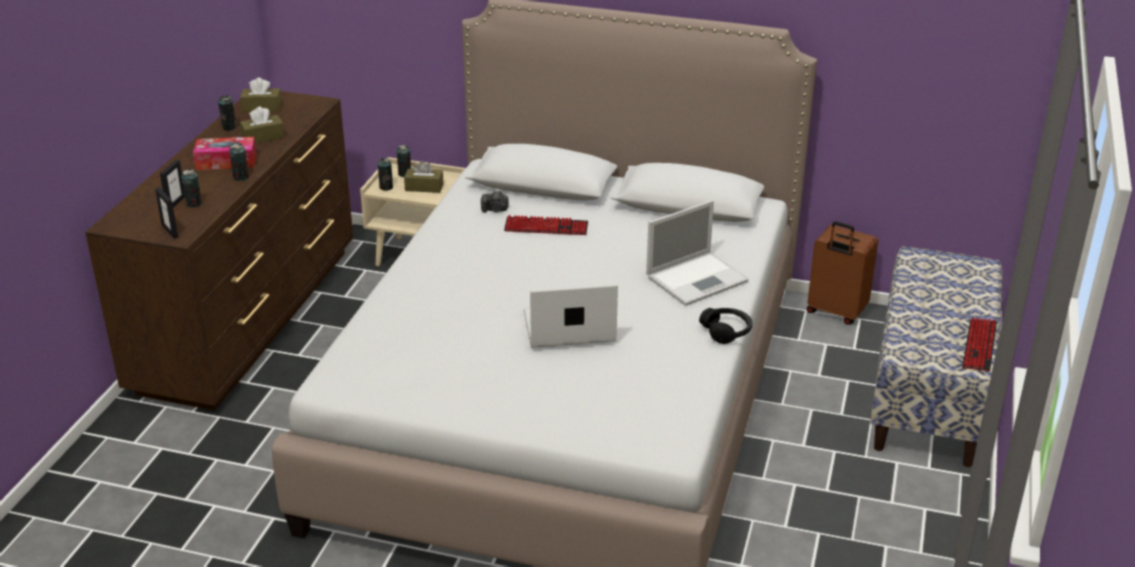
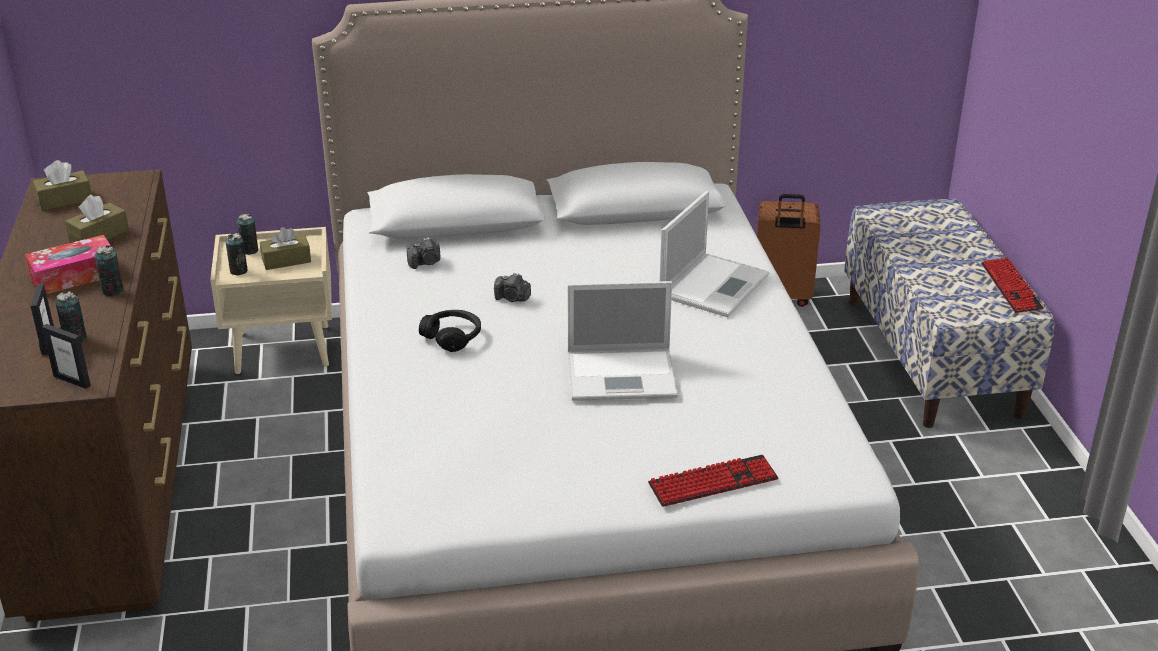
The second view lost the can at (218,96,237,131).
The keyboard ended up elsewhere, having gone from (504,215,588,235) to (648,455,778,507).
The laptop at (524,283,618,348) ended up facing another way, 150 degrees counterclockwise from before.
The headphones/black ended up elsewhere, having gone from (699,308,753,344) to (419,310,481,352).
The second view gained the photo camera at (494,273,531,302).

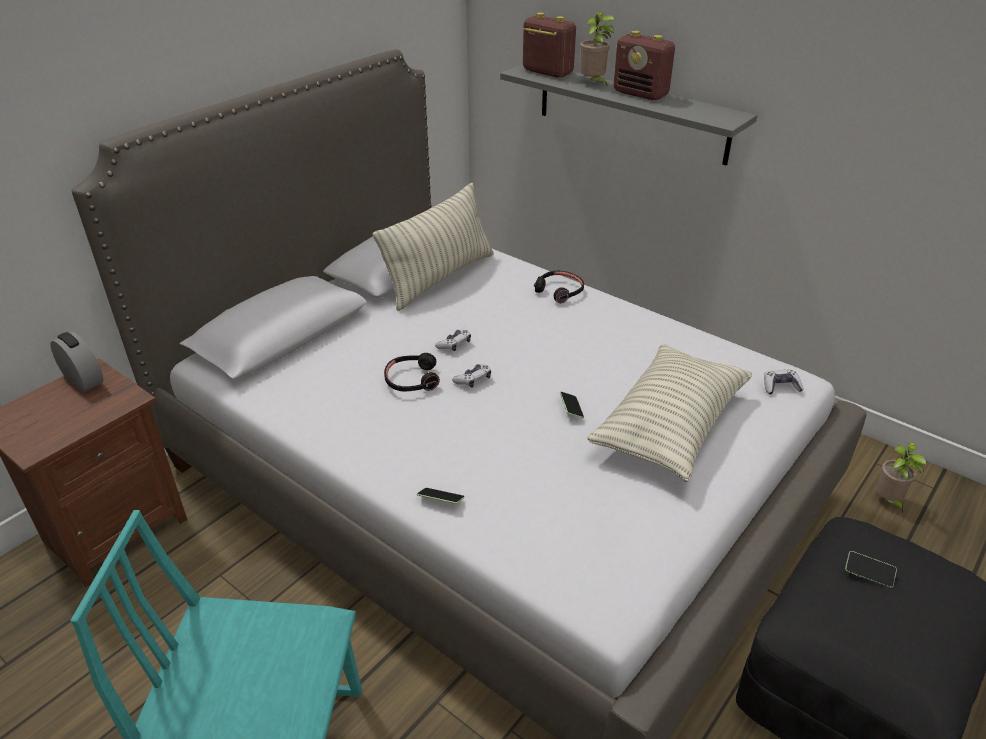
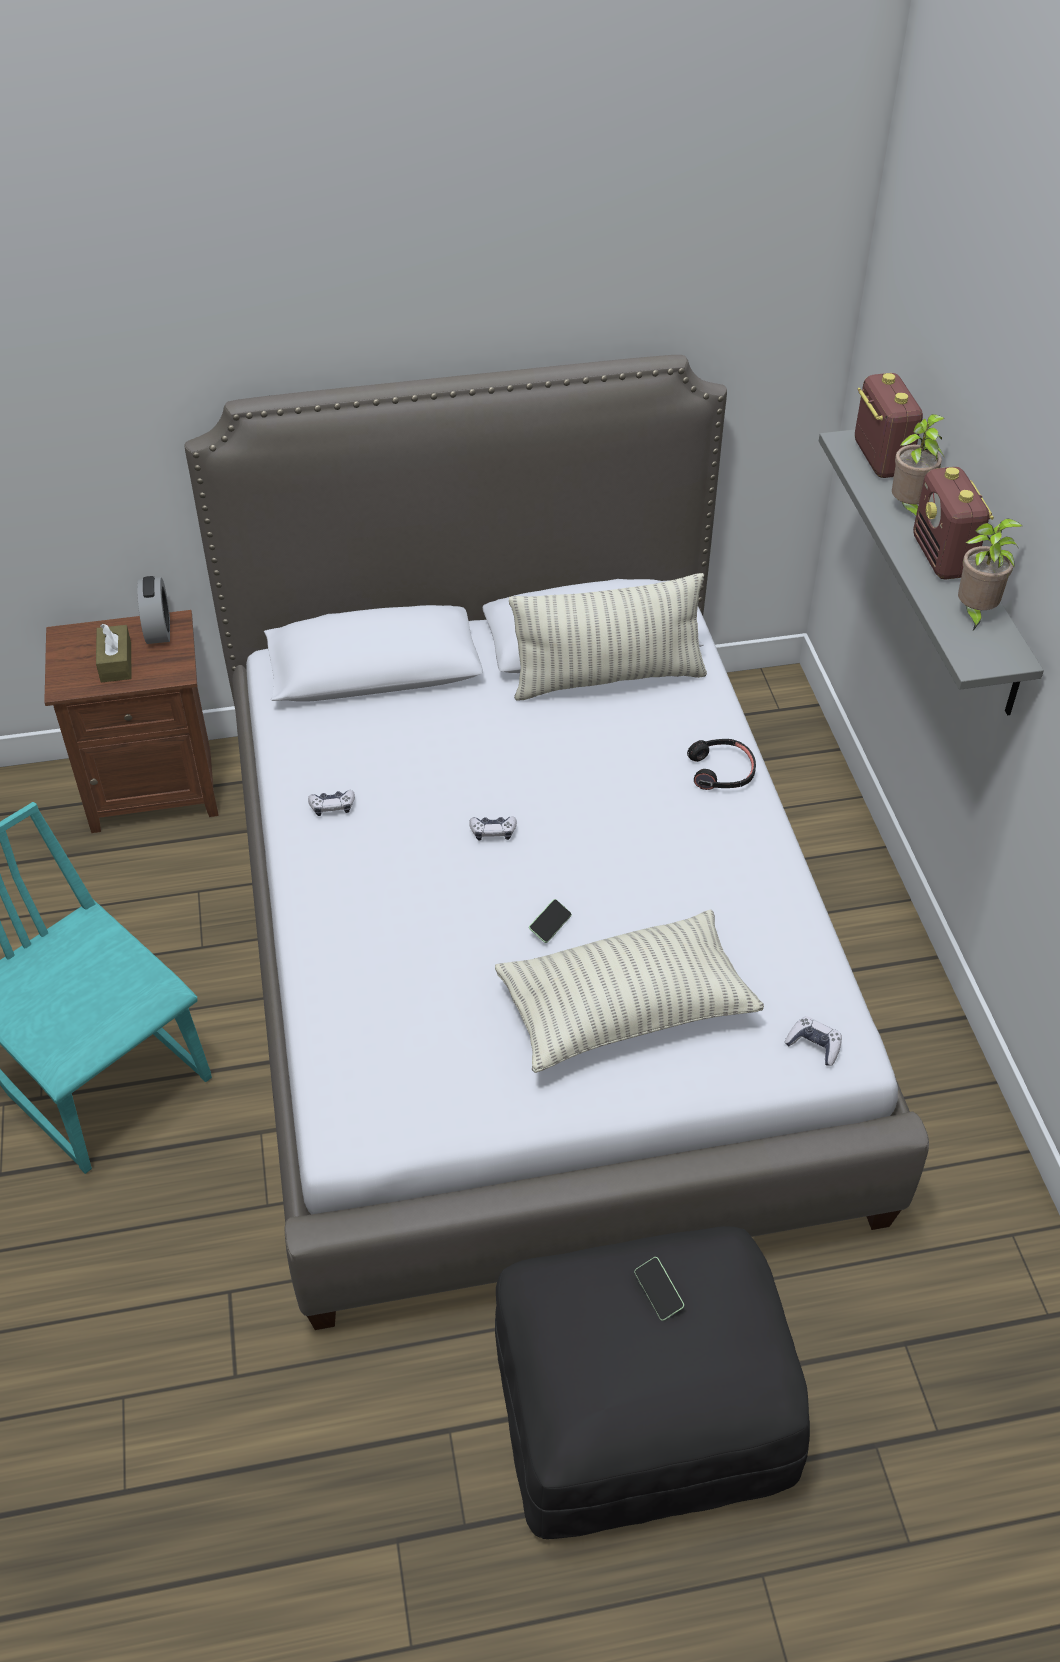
The game controller ended up elsewhere, having gone from (435,329,471,351) to (308,790,355,816).
The second view lost the headphones/black at (384,353,440,391).
The potted plant ended up elsewhere, having gone from (876,442,927,513) to (958,518,1022,630).
The second view lost the phone at (417,488,465,504).
The second view gained the tissue box/brown at (96,624,131,682).

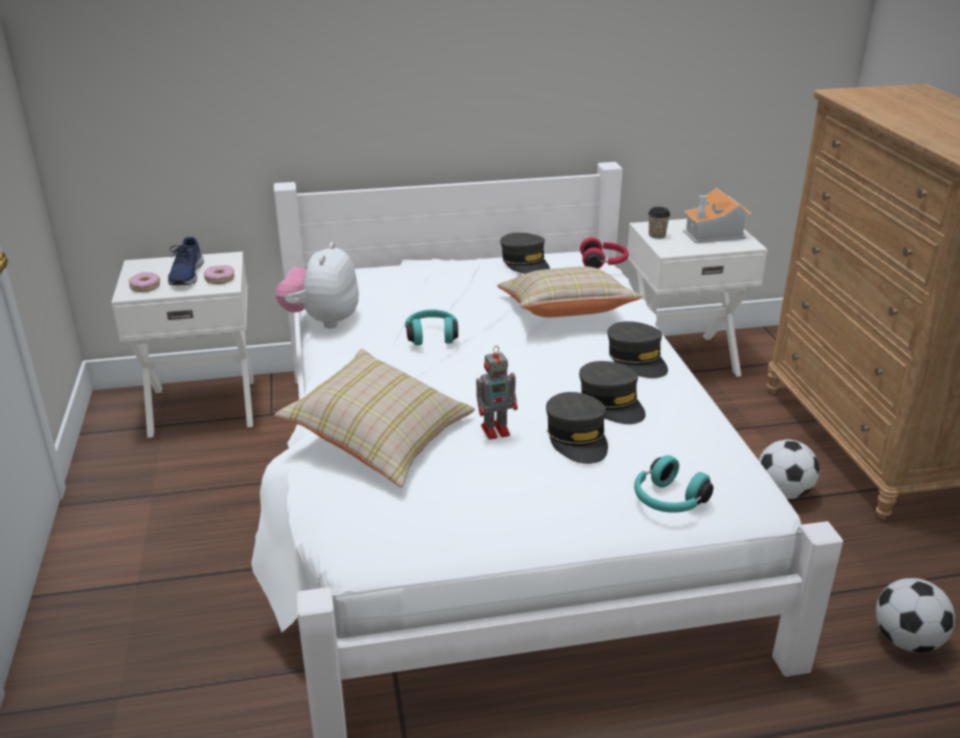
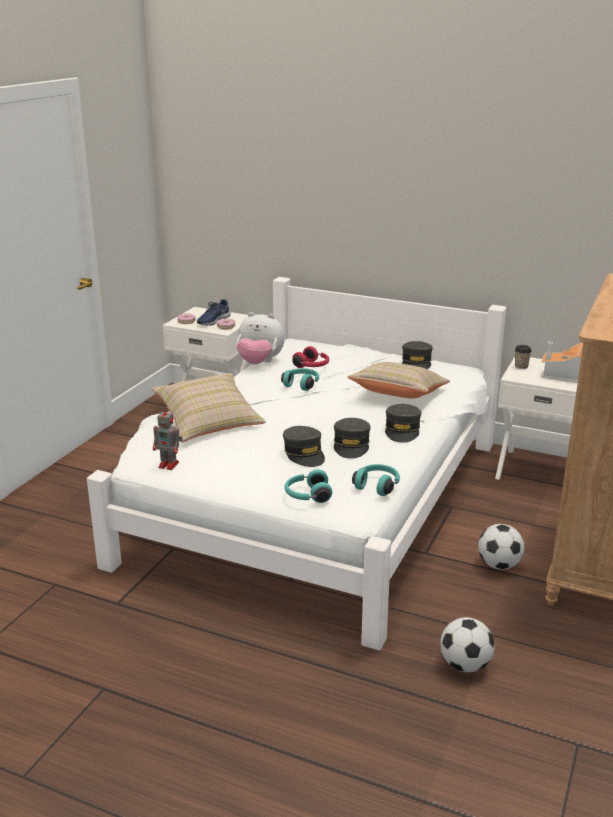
The headphones/red ended up elsewhere, having gone from (580,237,629,269) to (292,346,329,368).
The plush toy at (276,242,359,328) ended up facing another way, 120 degrees counterclockwise from before.
The toy robot ended up elsewhere, having gone from (476,346,518,440) to (153,407,183,470).
The cap/grey at (546,392,608,464) ended up facing another way, 45 degrees counterclockwise from before.
The second view gained the headphones/turquoise at (352,464,400,496).

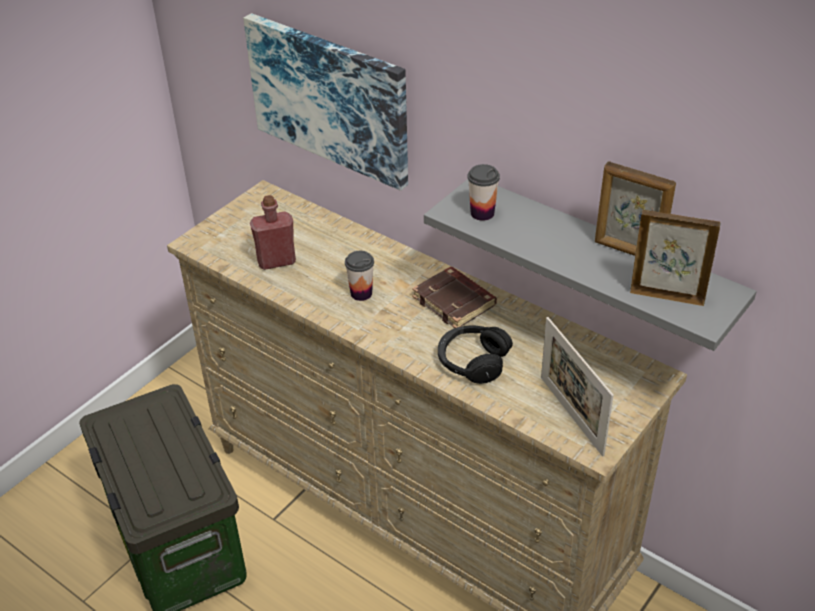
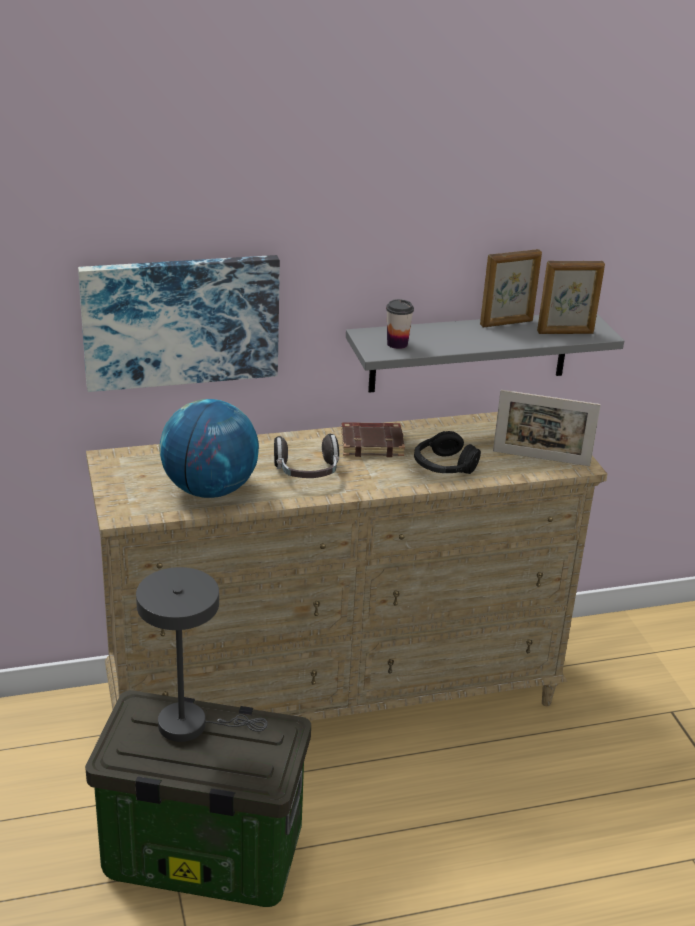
Where the bottle/red stood at (250,195,296,270), the globe came to stand at (159,399,259,498).
The picture frame at (630,210,721,306) ended up facing another way, 150 degrees counterclockwise from before.
Where the cup stood at (345,251,374,301), the headphones came to stand at (274,434,339,478).
The second view gained the table lamp/grey at (136,567,268,742).

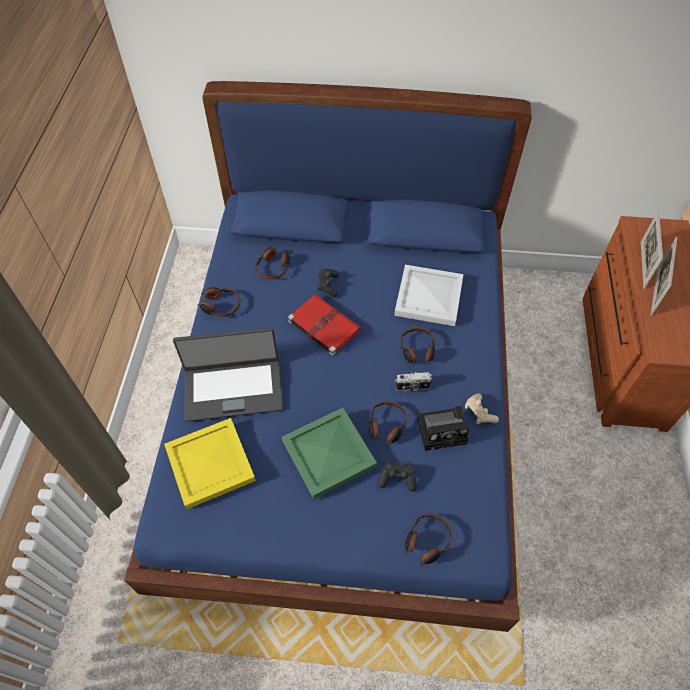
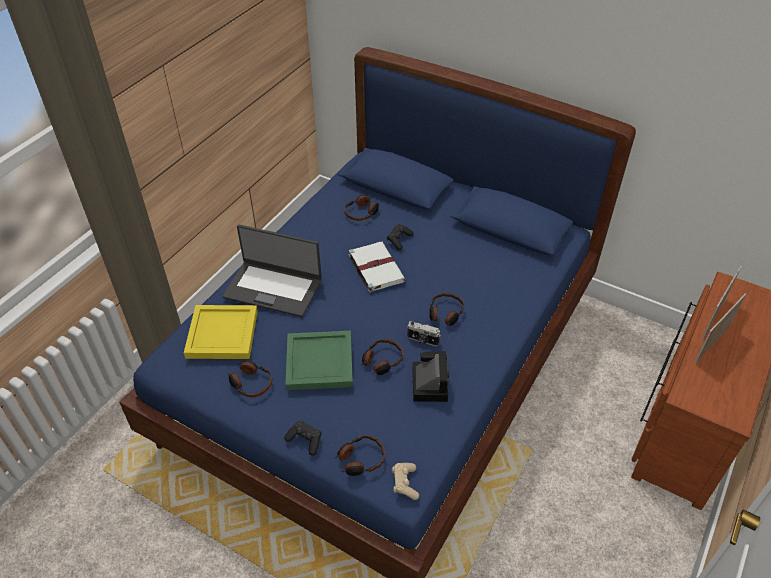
The second view lost the tray/white at (394,265,463,326).
The headphones ended up elsewhere, having gone from (197,287,240,317) to (228,361,272,397).
What was the book/red at (288,294,361,356) turned into the book/white at (348,242,406,293).
The game controller/beige ended up elsewhere, having gone from (465,393,499,424) to (392,463,419,500).
The photo camera at (417,406,469,451) ended up facing another way, 105 degrees counterclockwise from before.
The game controller/black ended up elsewhere, having gone from (378,463,417,492) to (284,421,321,456).

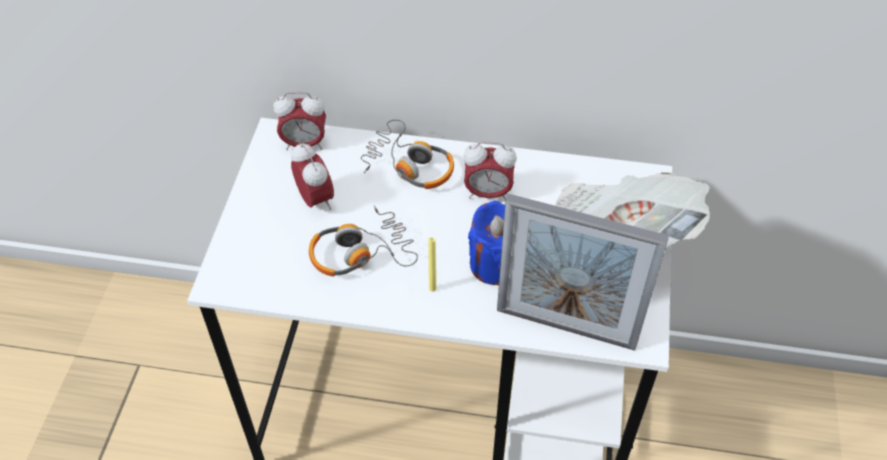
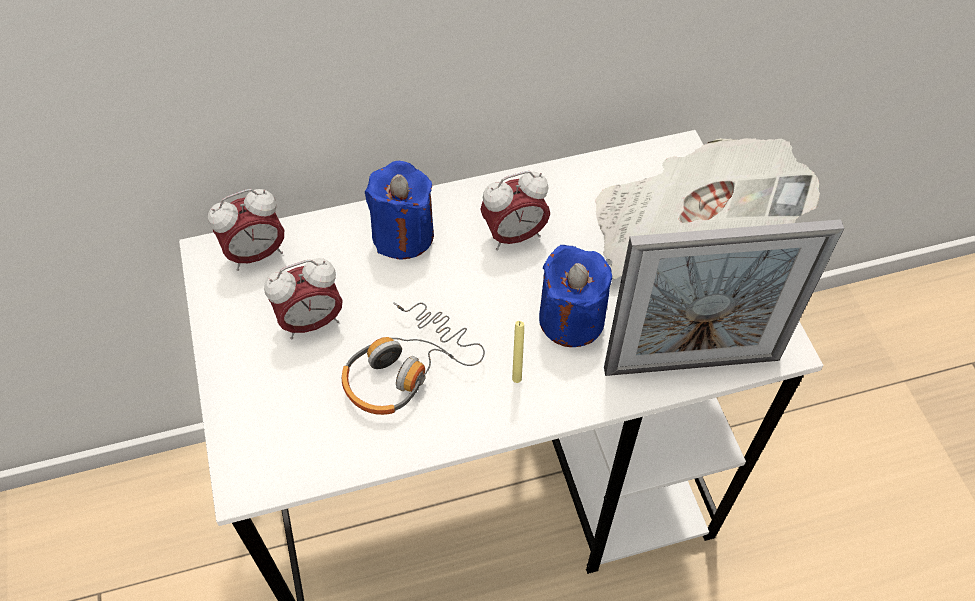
Where the headphones stood at (361,120,454,189), the candle/blue came to stand at (365,161,434,259).
The alarm clock at (291,142,334,210) ended up facing another way, 120 degrees clockwise from before.

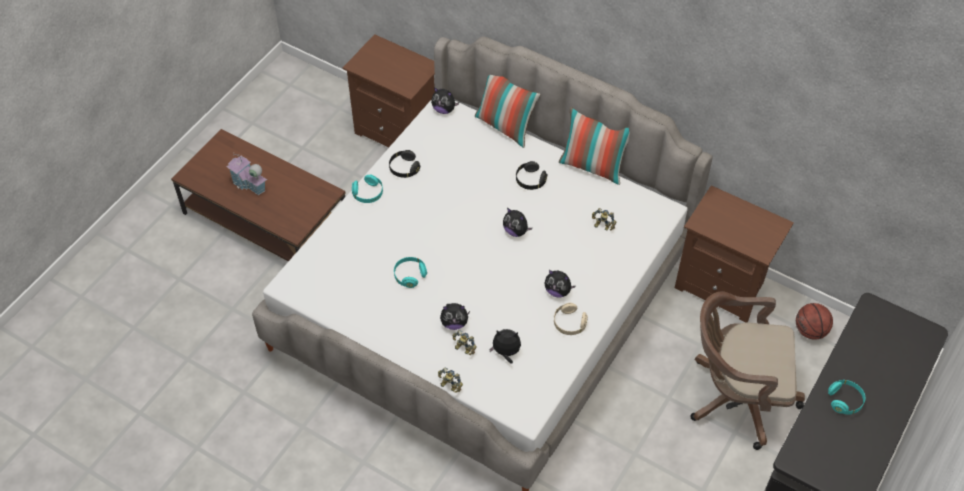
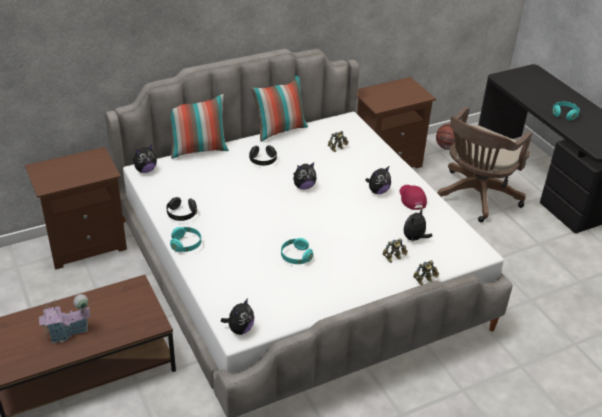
The plush toy ended up elsewhere, having gone from (440,303,470,330) to (221,298,254,335).
Where the headphones/beige stood at (554,303,588,335), the cap/red came to stand at (399,185,427,210).

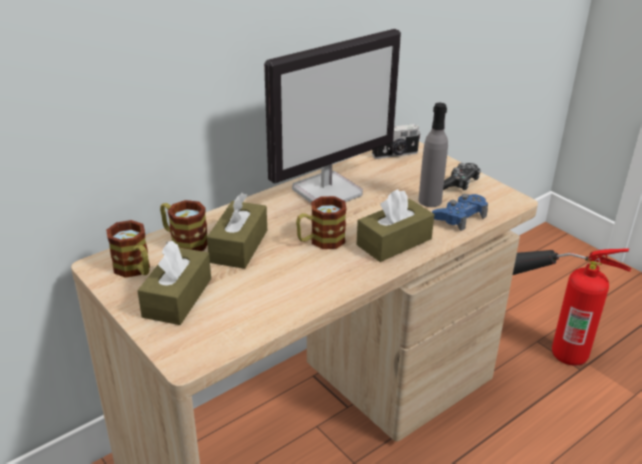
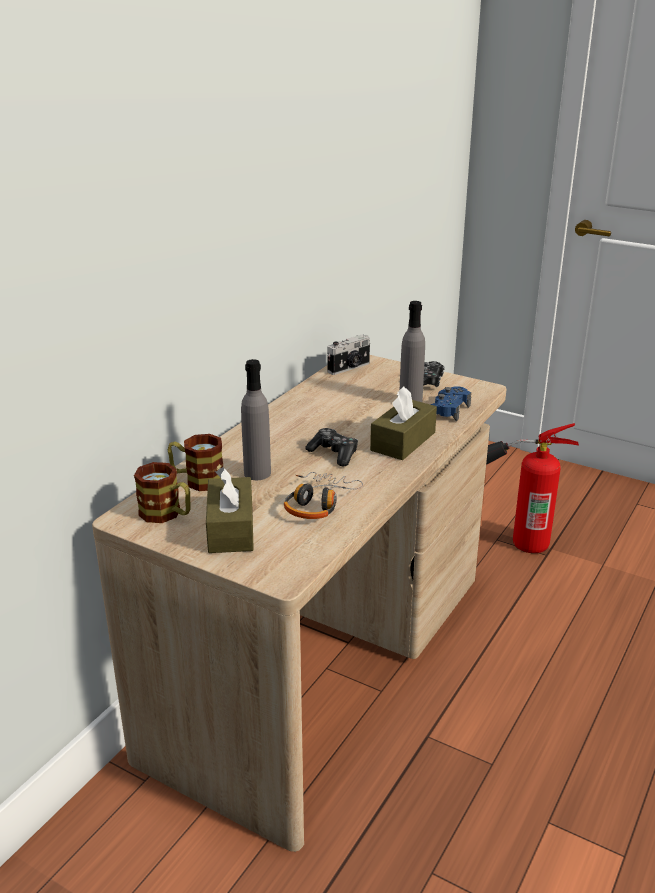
The second view lost the monitor at (264,29,401,203).
Where the tissue box/brown stood at (207,193,267,269), the bottle/grey came to stand at (241,359,271,480).
Where the mug stood at (296,196,347,249), the game controller came to stand at (305,428,358,466).
The second view gained the headphones at (284,472,363,519).

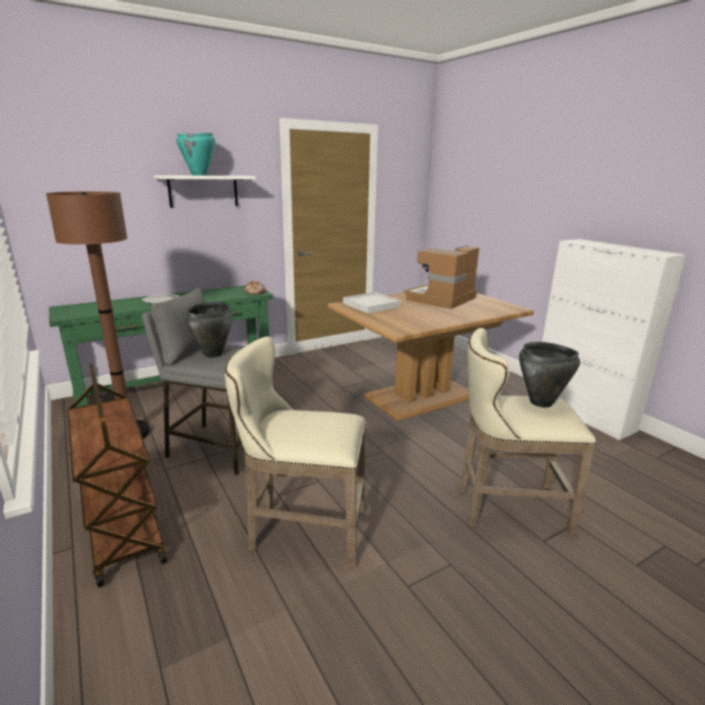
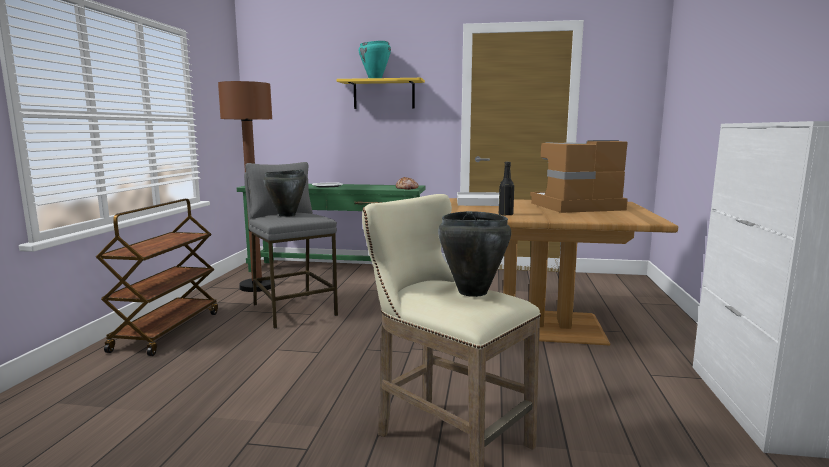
What was the shelf/white at (154,175,256,208) turned into the shelf/yellow at (336,78,425,109).
The second view lost the stool/beige at (225,336,366,568).
The second view gained the bottle/black at (499,162,514,216).

